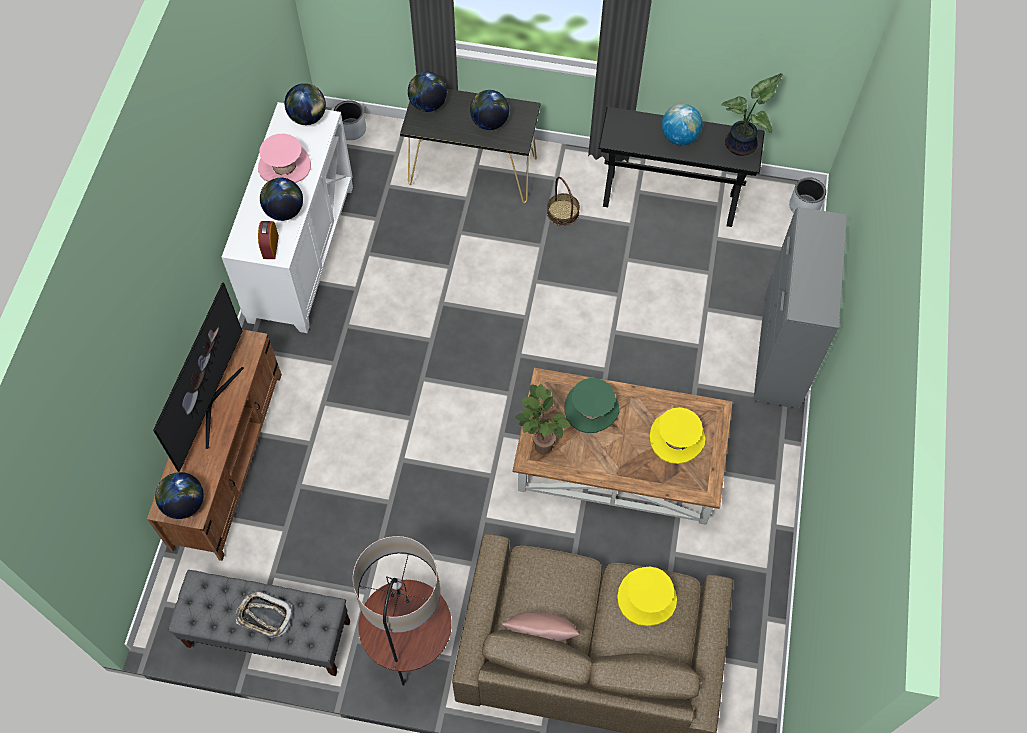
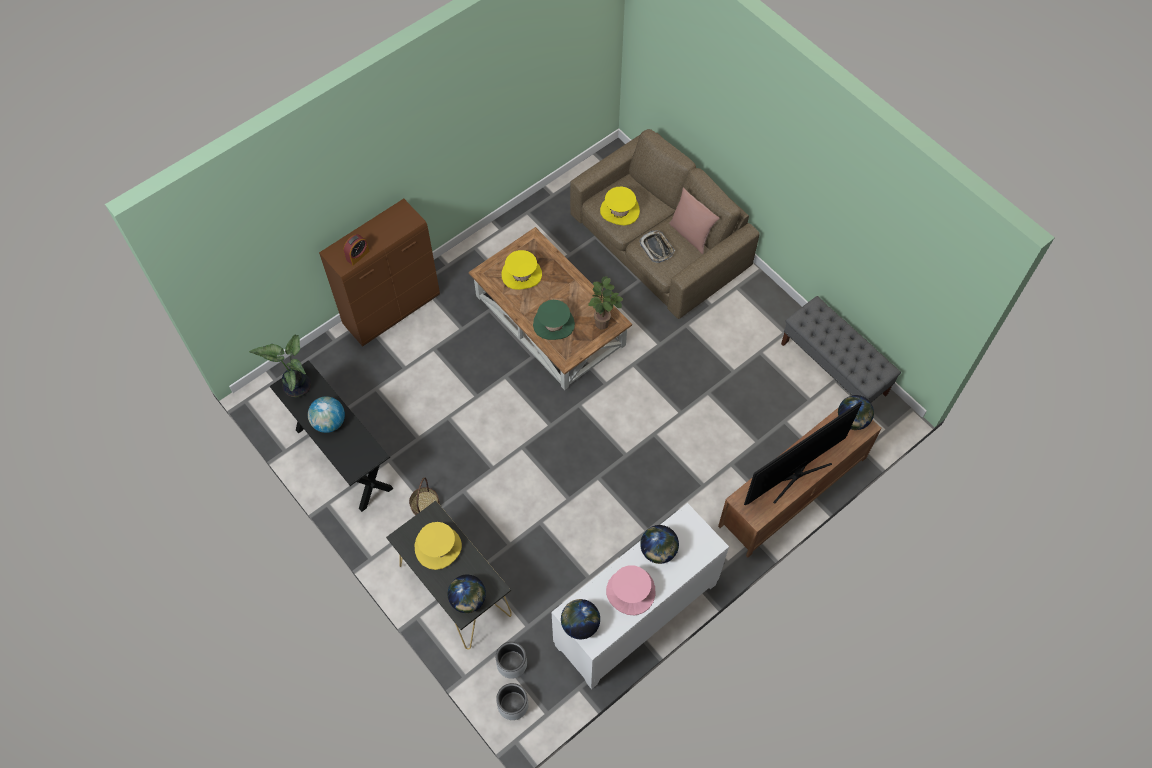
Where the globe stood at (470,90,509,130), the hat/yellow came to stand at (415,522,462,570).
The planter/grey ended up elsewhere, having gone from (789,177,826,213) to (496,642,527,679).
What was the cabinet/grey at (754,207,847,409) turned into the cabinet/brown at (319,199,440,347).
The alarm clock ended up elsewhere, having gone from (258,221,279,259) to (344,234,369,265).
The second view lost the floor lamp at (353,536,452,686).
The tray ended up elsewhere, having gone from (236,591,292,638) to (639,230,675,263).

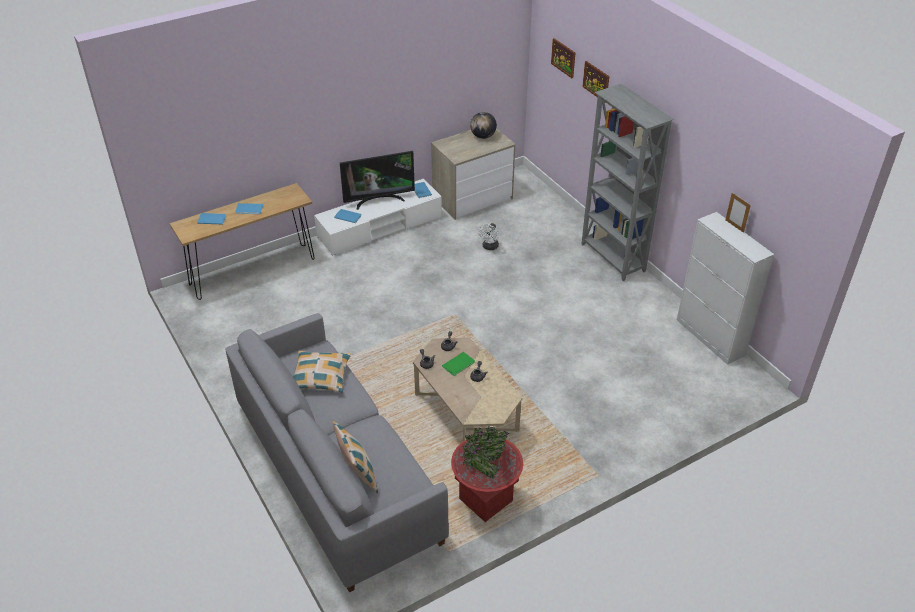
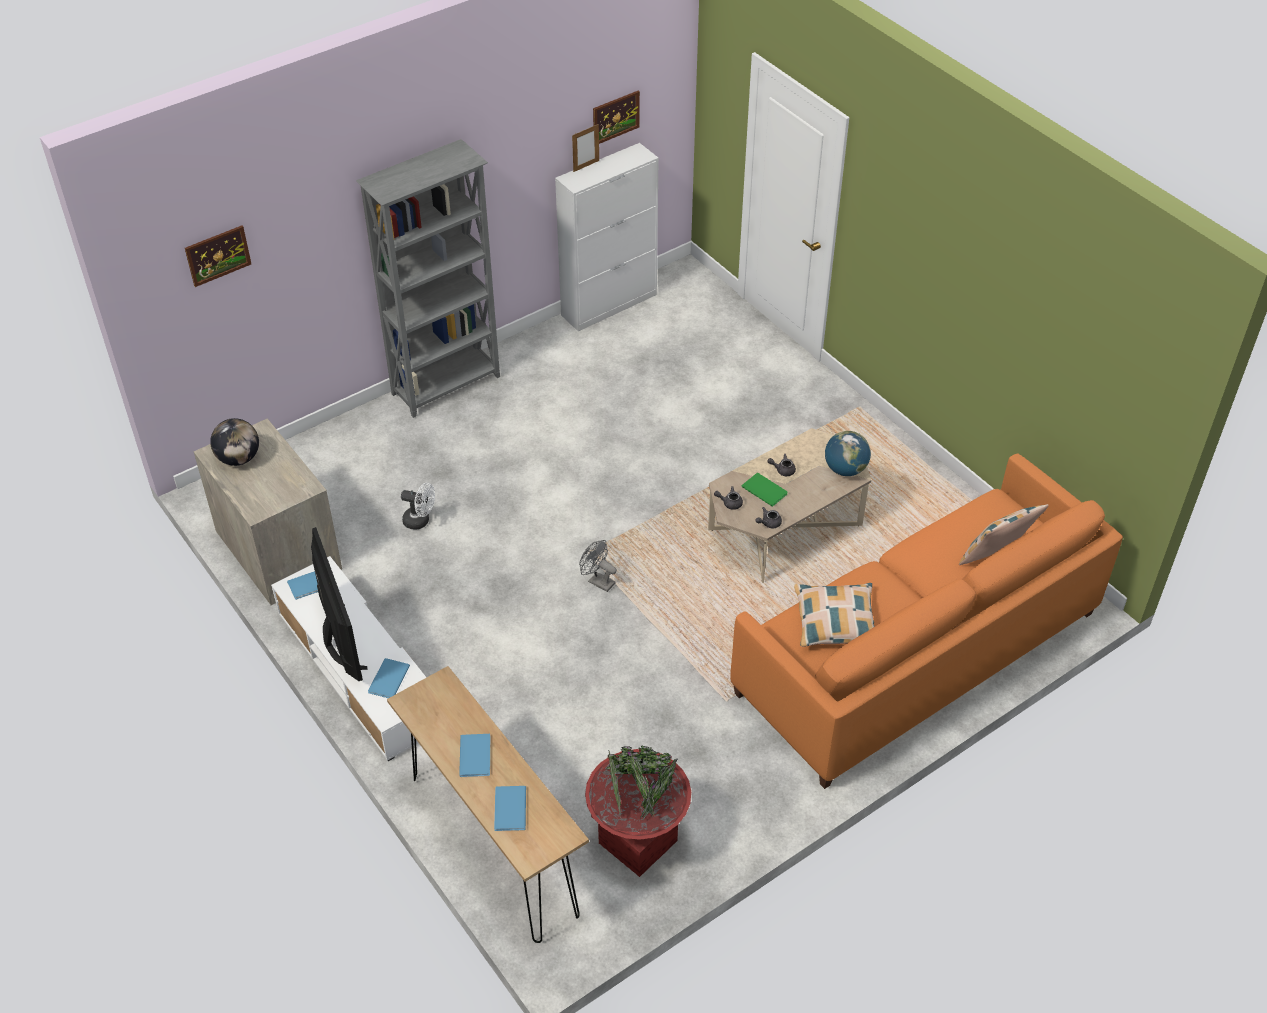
The picture ended up elsewhere, having gone from (582,61,609,103) to (593,91,640,144).
What was the sofa/grey at (225,313,449,593) turned into the sofa/orange at (730,454,1123,789).
The planter/red ended up elsewhere, having gone from (451,426,523,522) to (585,745,691,877).
The second view gained the globe at (825,431,871,476).
The second view gained the fan/grey at (579,540,617,592).

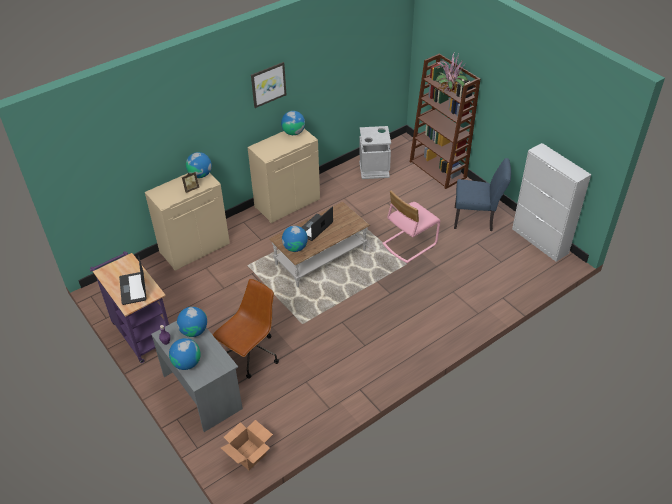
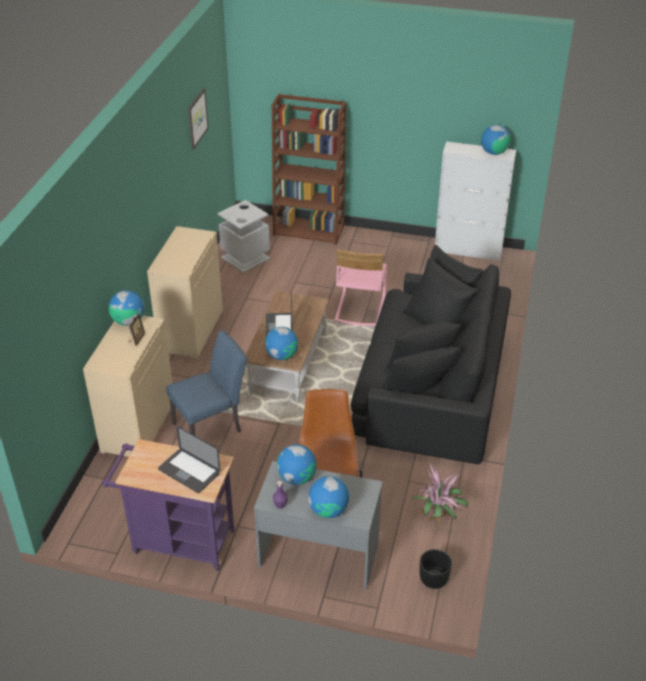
The potted plant ended up elsewhere, having gone from (433,51,468,95) to (411,461,468,527).
The picture ended up elsewhere, having gone from (251,62,286,108) to (188,88,209,150).
The globe ended up elsewhere, having gone from (281,111,305,135) to (481,125,511,155).
The chair/blue ended up elsewhere, having gone from (454,158,511,231) to (166,330,247,435).
Where the cardboard box stood at (221,420,273,470), the planter/black came to stand at (419,549,452,589).
The second view gained the sofa/black at (351,245,511,464).

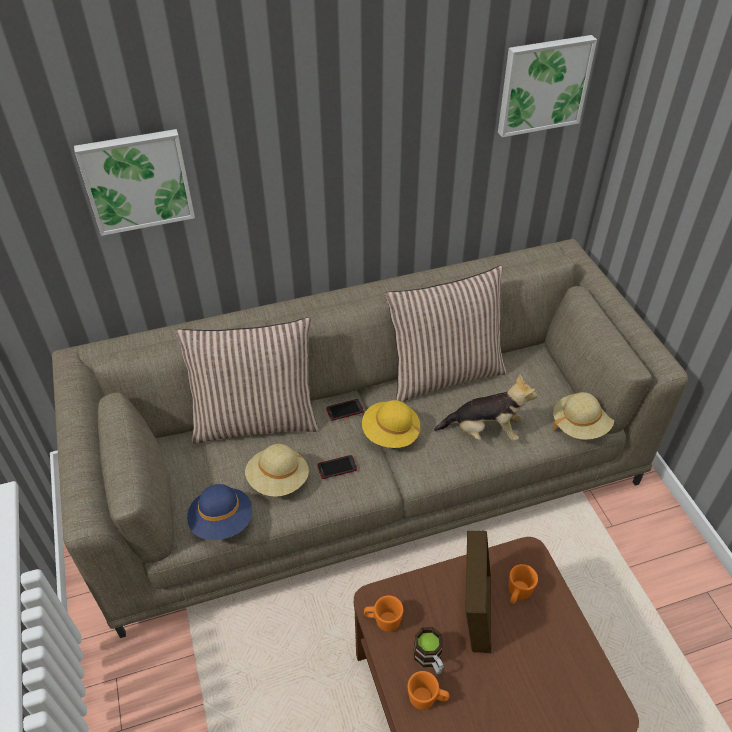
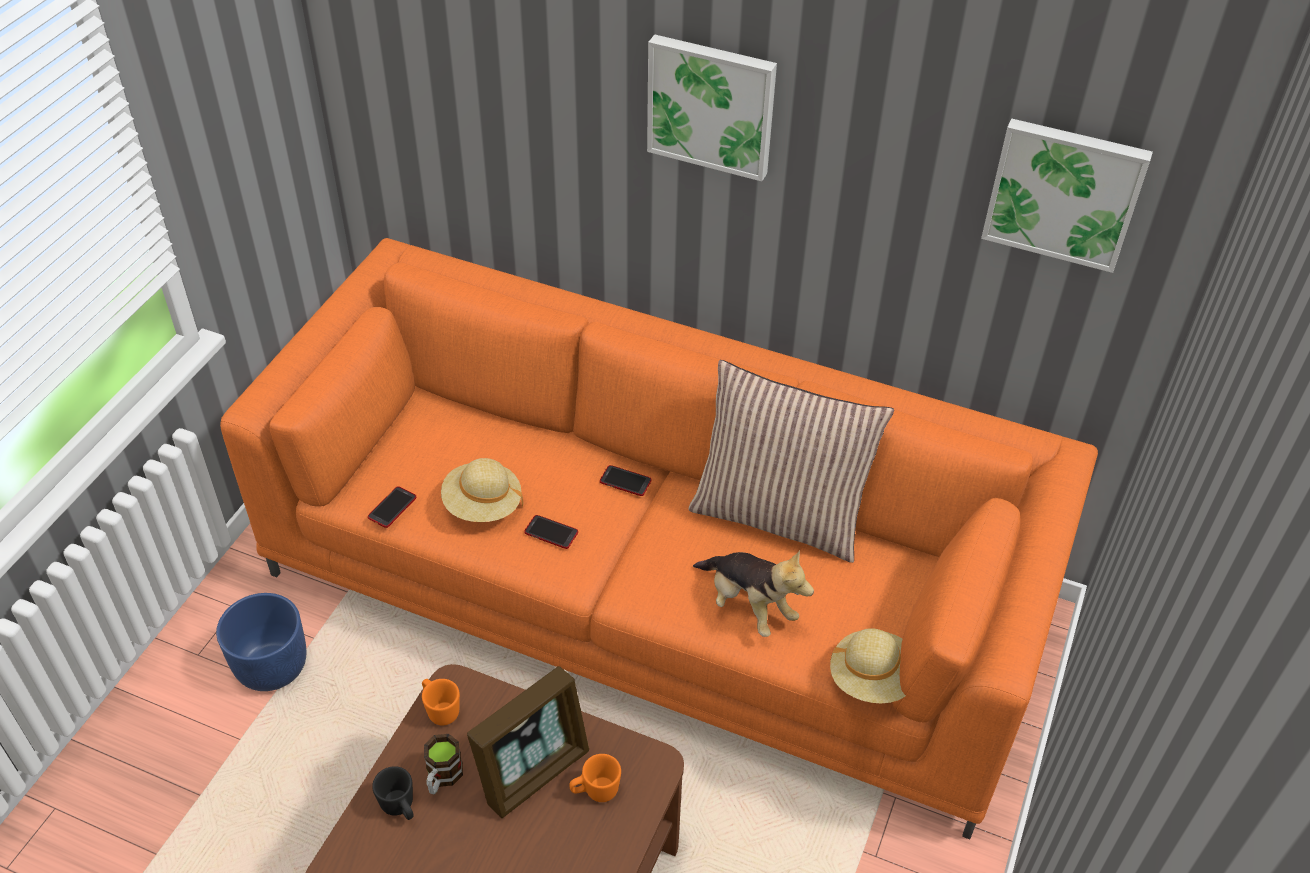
The picture ended up elsewhere, having gone from (74,129,195,236) to (647,35,777,182).
What was the sofa/beige at (52,239,688,638) turned into the sofa/orange at (220,238,1098,839).
The second view lost the pillow at (175,317,319,444).
The second view lost the hat/yellow at (362,400,421,448).
Where the hat/blue stood at (187,484,252,540), the phone came to stand at (368,486,416,528).
What was the mug/orange at (408,671,449,710) turned into the mug/black at (372,766,414,820).
The second view gained the planter/blue at (216,593,307,691).

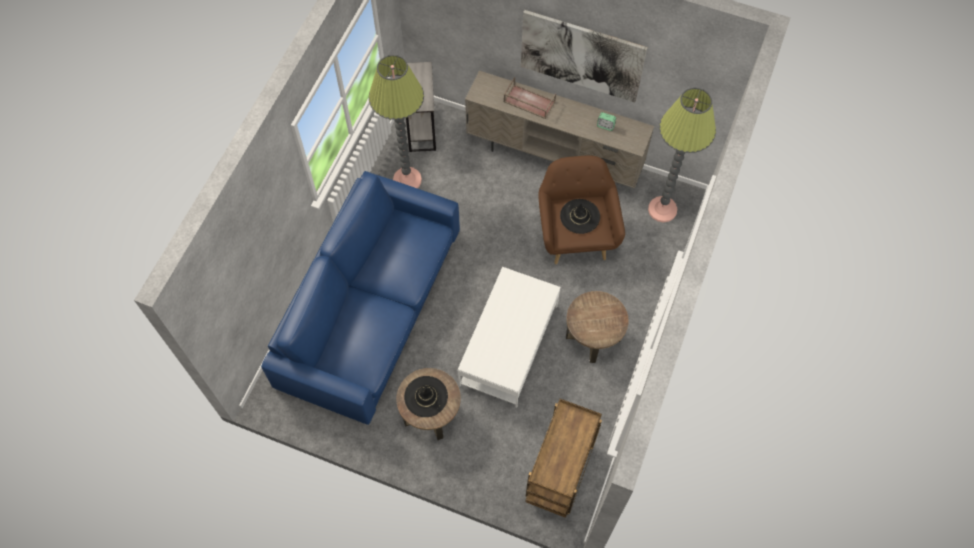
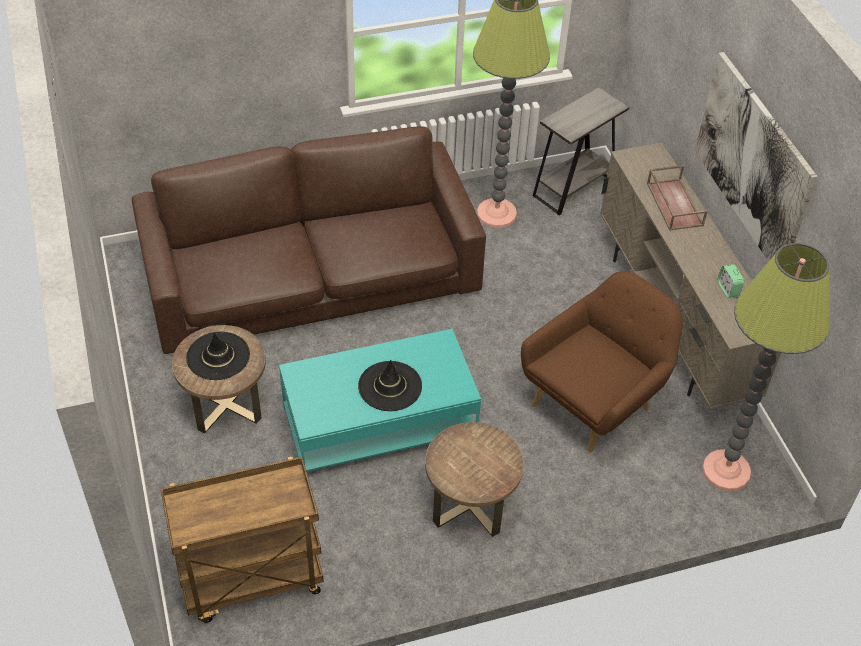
What was the sofa/blue at (261,171,460,425) turned into the sofa/brown at (132,126,486,354).
The hat/black ended up elsewhere, having gone from (560,199,600,234) to (358,360,422,411).
What was the coffee table/white at (458,267,561,408) turned into the coffee table/turquoise at (279,329,481,472).

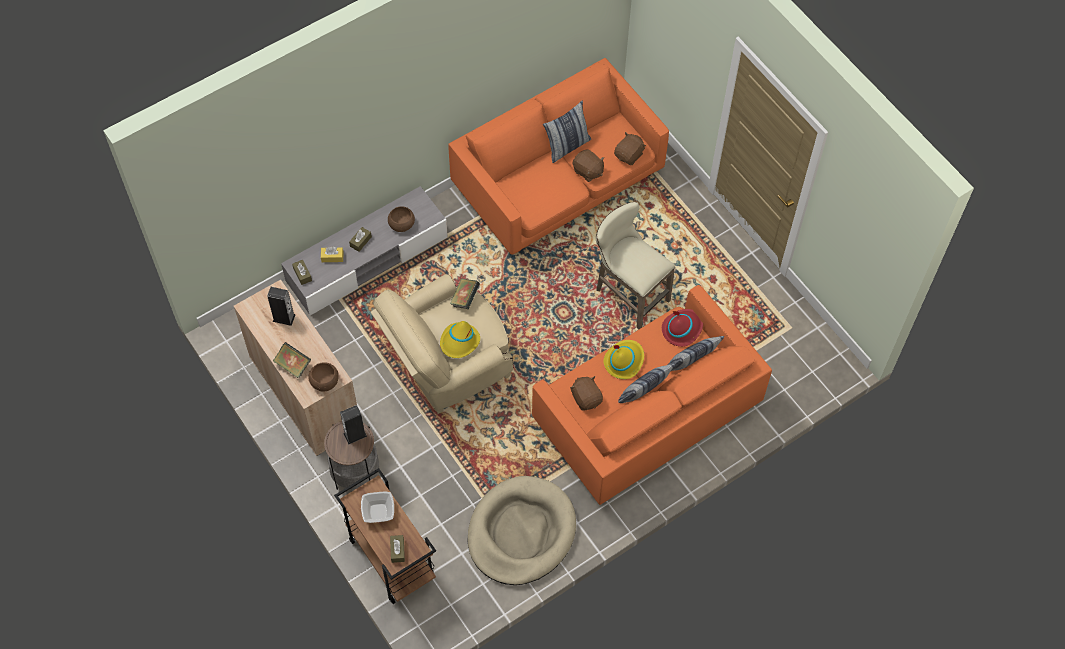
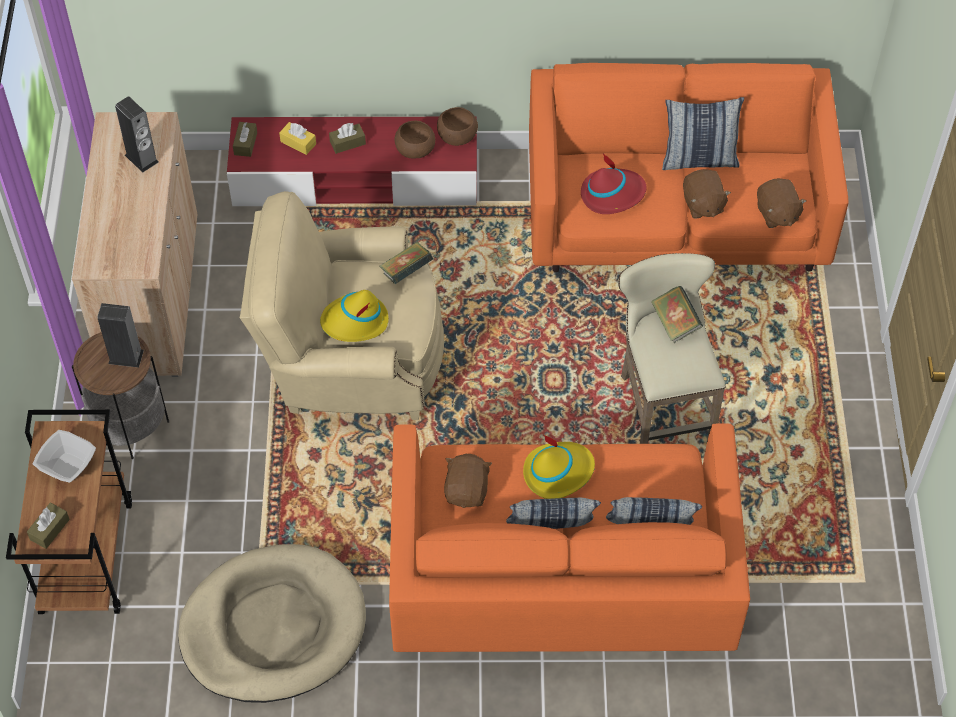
The plush toy/brown at (614,132,646,165) ended up facing another way, 90 degrees clockwise from before.
What was the tv stand/grey at (281,186,448,315) turned into the tv stand/red at (227,116,477,206).
The hat/red ended up elsewhere, having gone from (662,309,703,347) to (581,154,646,214).
The book ended up elsewhere, having gone from (273,342,311,378) to (651,286,703,343).
The bowl/brown ended up elsewhere, having gone from (308,362,339,391) to (437,107,478,146).

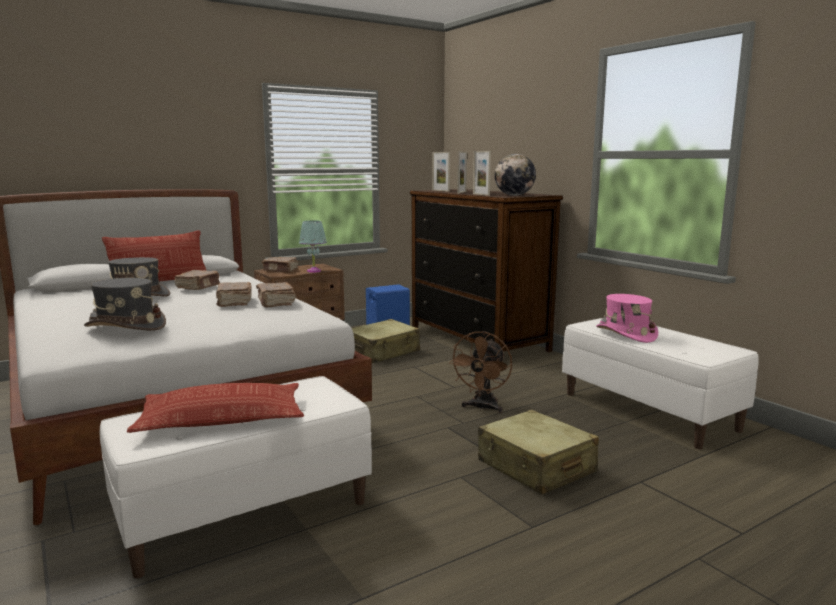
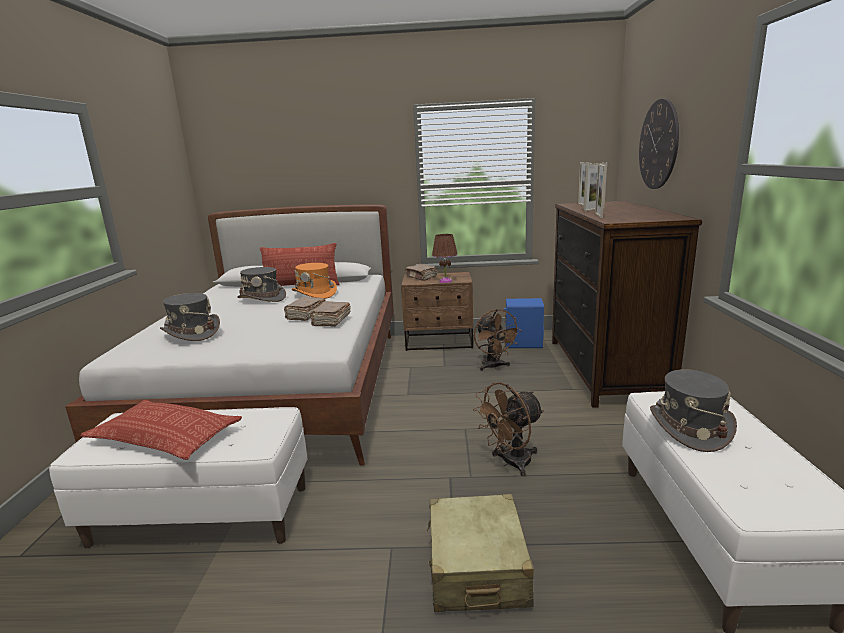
The second view lost the globe at (495,154,536,196).
What was the table lamp/turquoise at (299,220,327,273) turned into the table lamp/brown at (432,234,458,283).
Where the book/brown stood at (174,270,220,290), the hat/orange came to stand at (292,263,337,299).
What was the hat/pink at (596,294,658,343) turned into the hat/grey at (650,369,737,452).
Where the suitcase/beige stood at (352,319,420,363), the fan/brown came to stand at (474,309,522,371).
The second view gained the wall clock at (639,99,679,189).

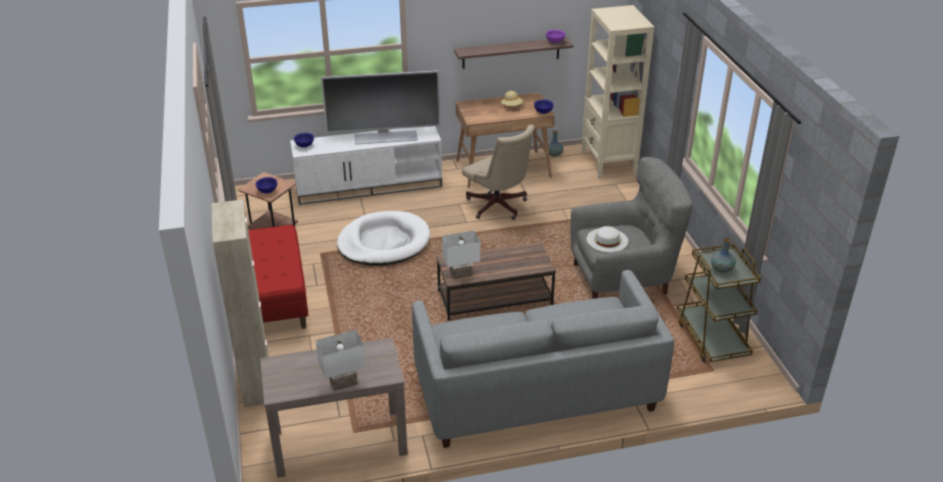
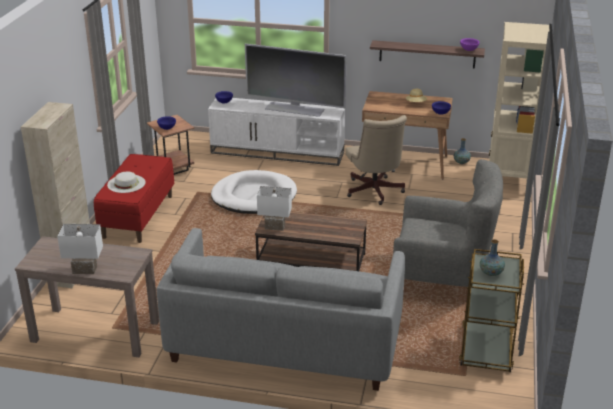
The hat/white ended up elsewhere, having gone from (587,226,628,252) to (107,172,145,193).

